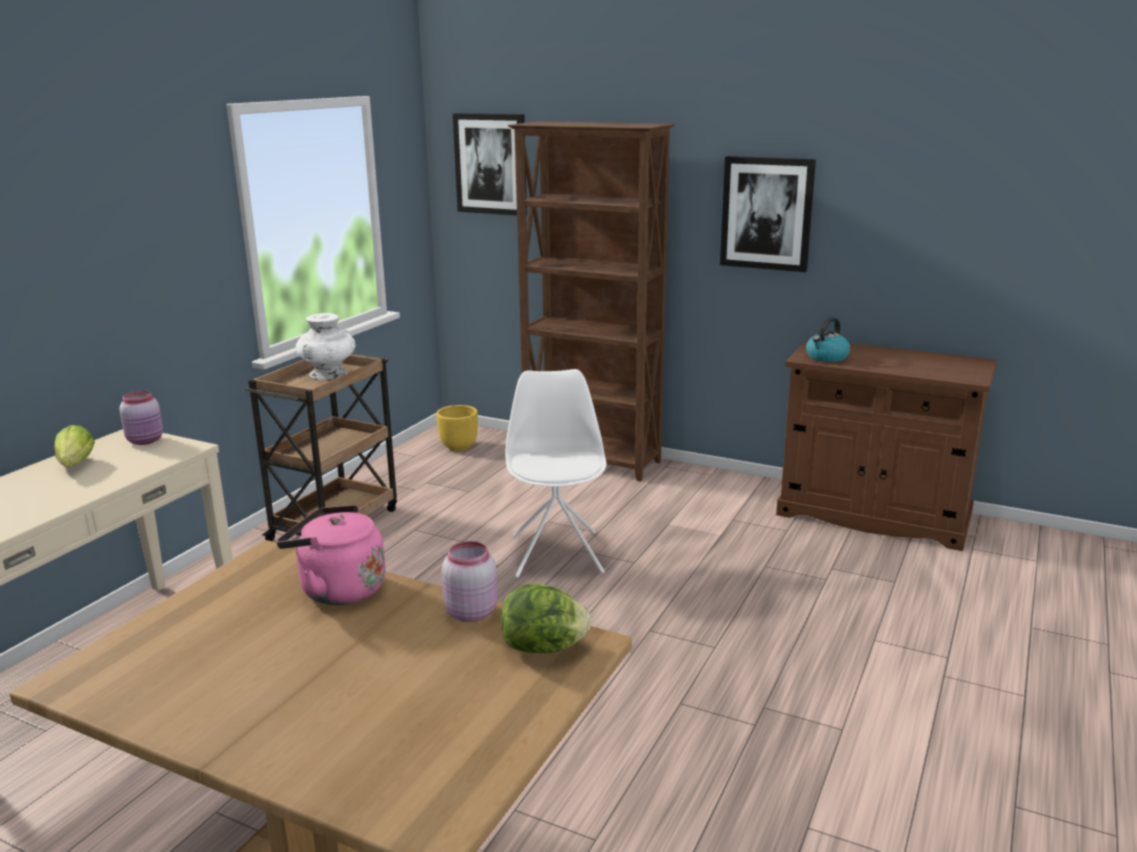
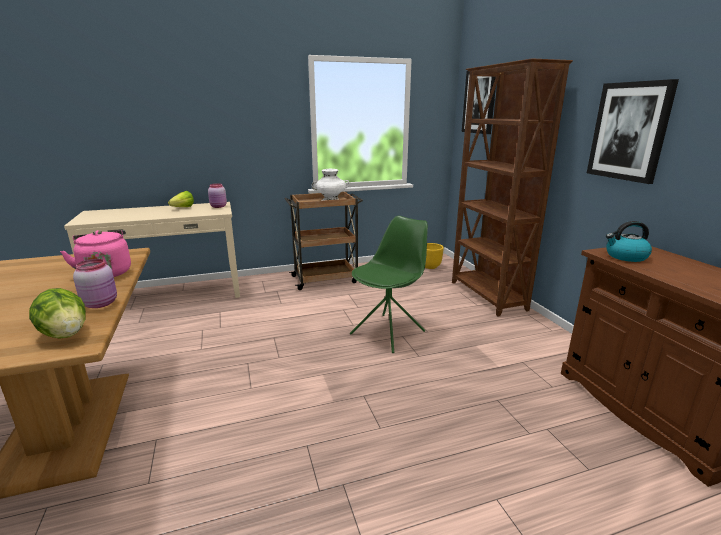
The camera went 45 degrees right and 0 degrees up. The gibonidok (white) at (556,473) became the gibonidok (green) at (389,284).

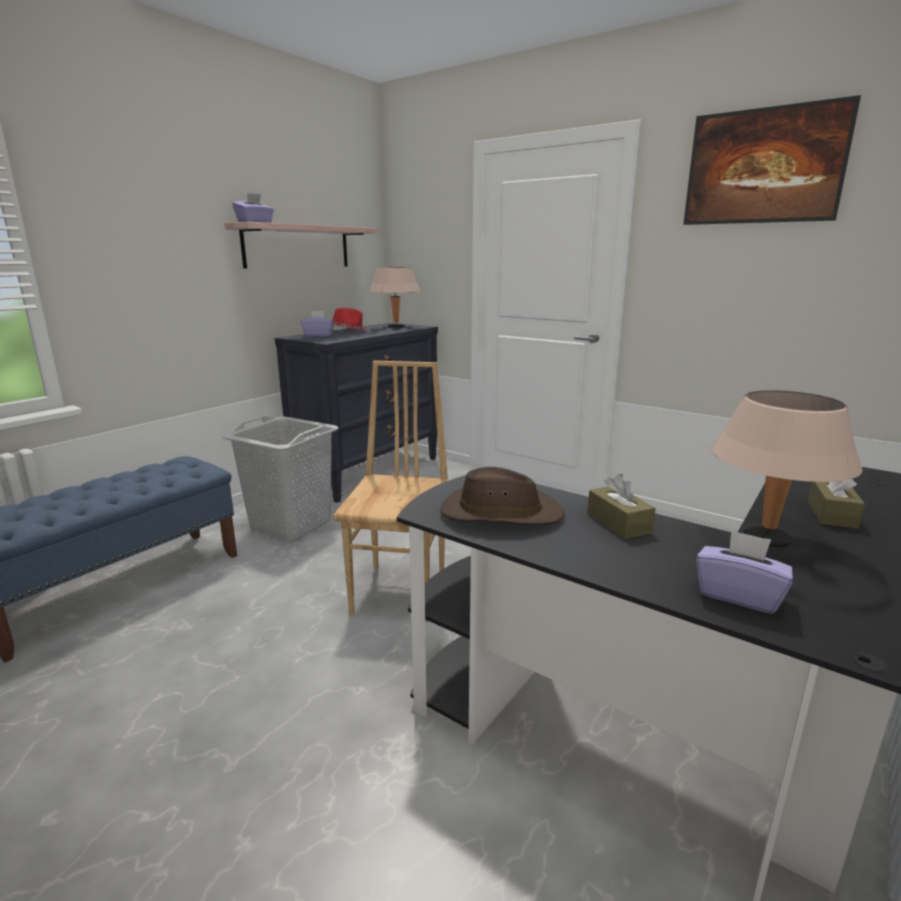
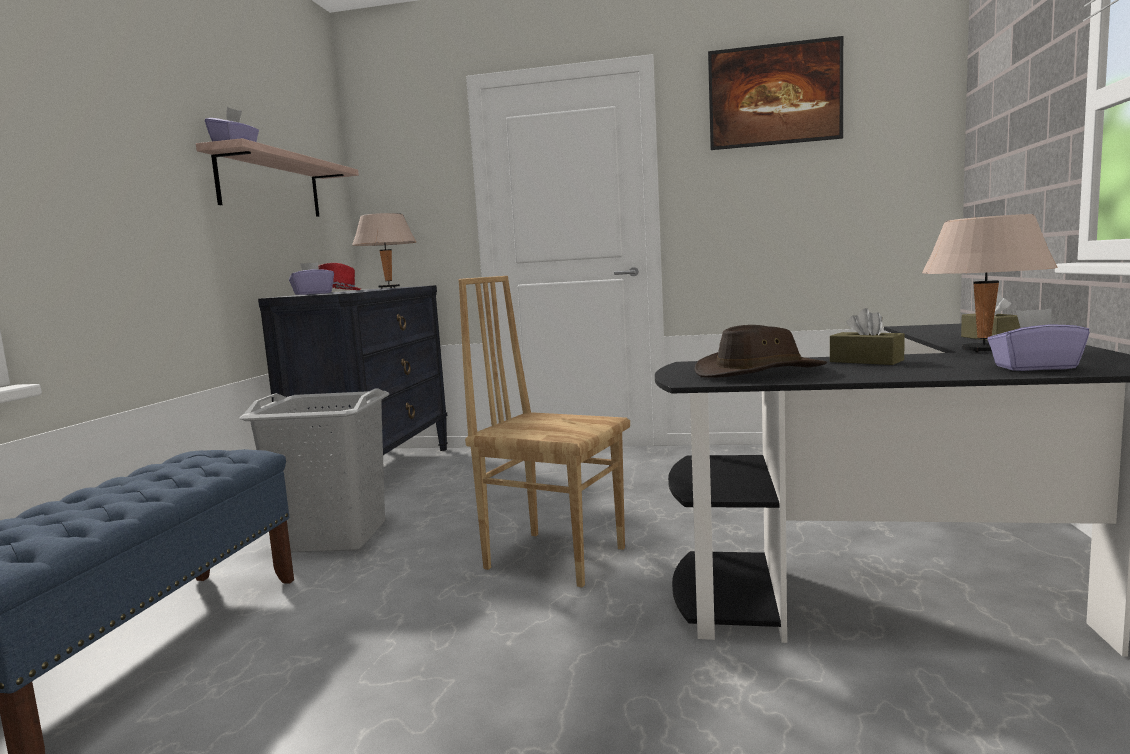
The camera went 25 degrees left and 10 degrees down. The gibonidok (brown) at (391,491) turned 45 degrees counterclockwise.

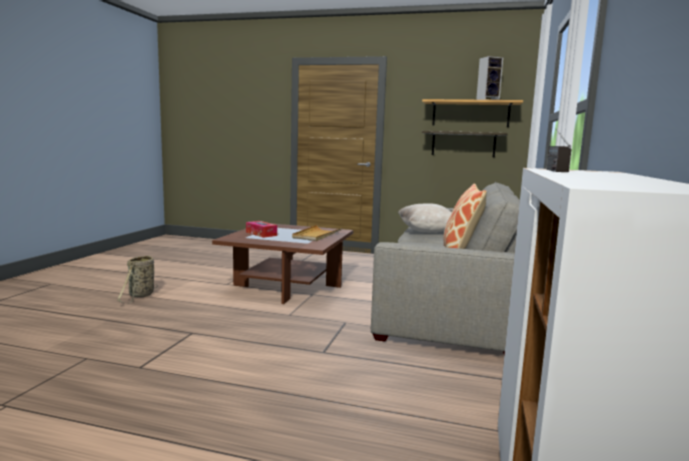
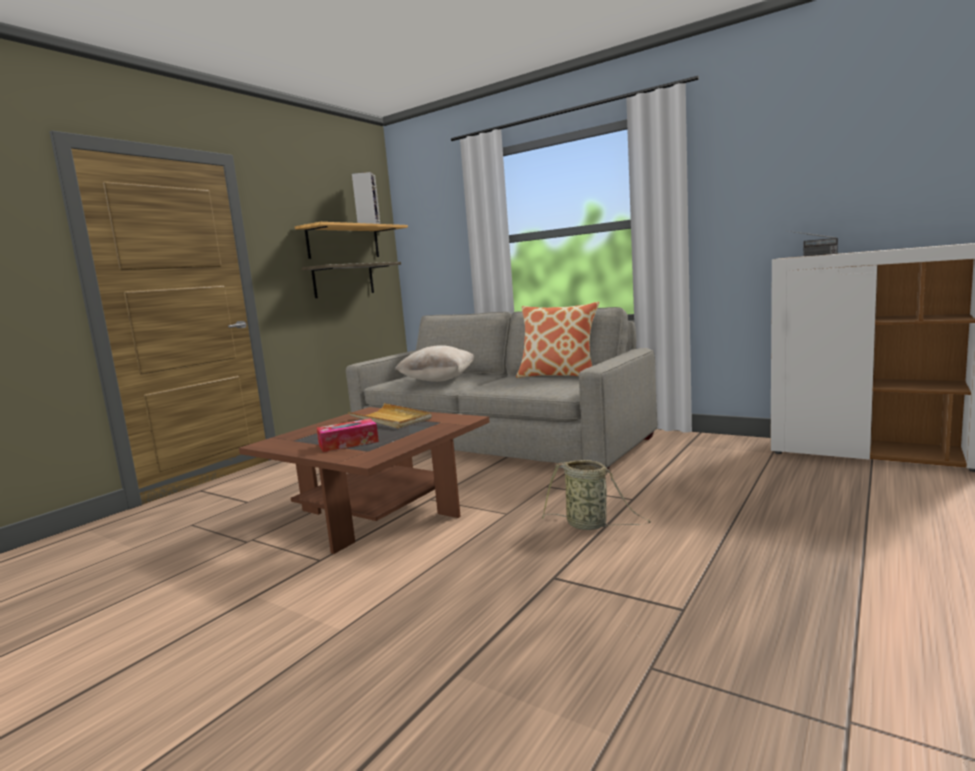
The camera went 70 degrees left and 0 degrees up. The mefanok moved from (137,279) to (596,495).

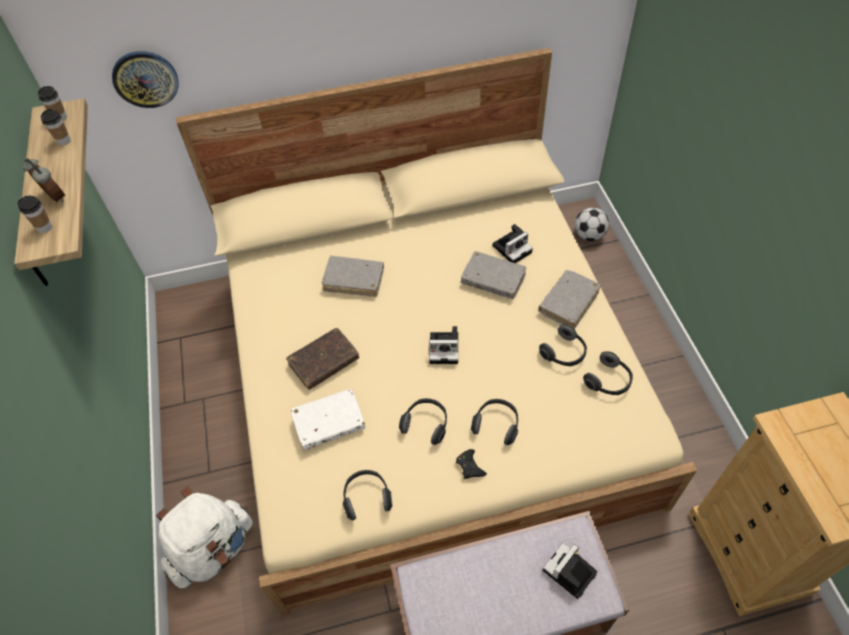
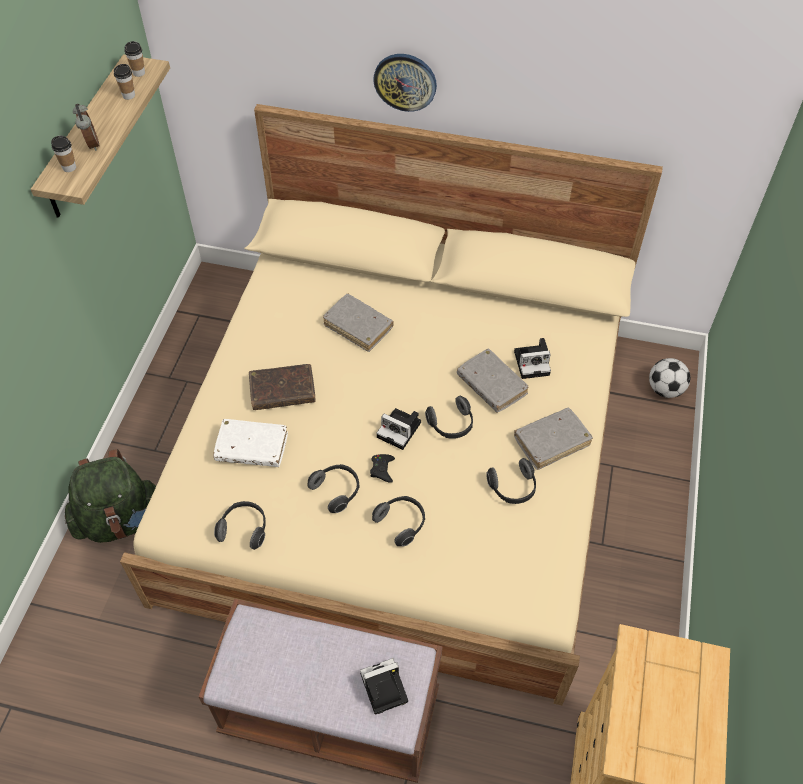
The camera went 25 degrees right and 0 degrees up. The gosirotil moved from (145,79) to (405,83). The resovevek moved from (608,373) to (449,417). The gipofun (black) moved from (471,464) to (382,468). The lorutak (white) at (204,537) became the lorutak (green) at (110,496).

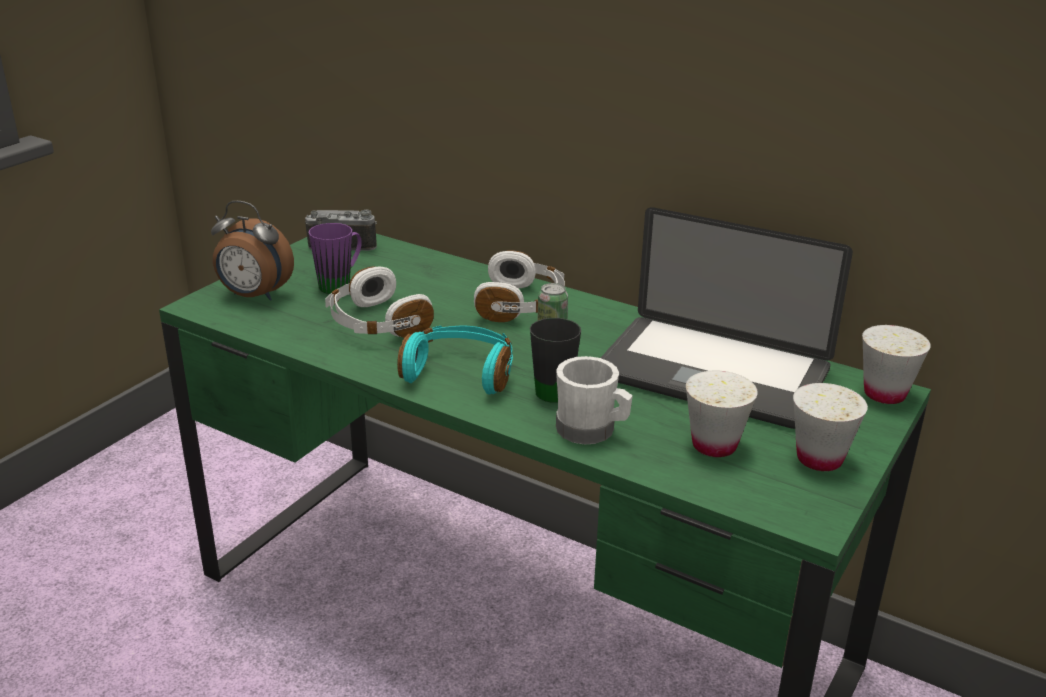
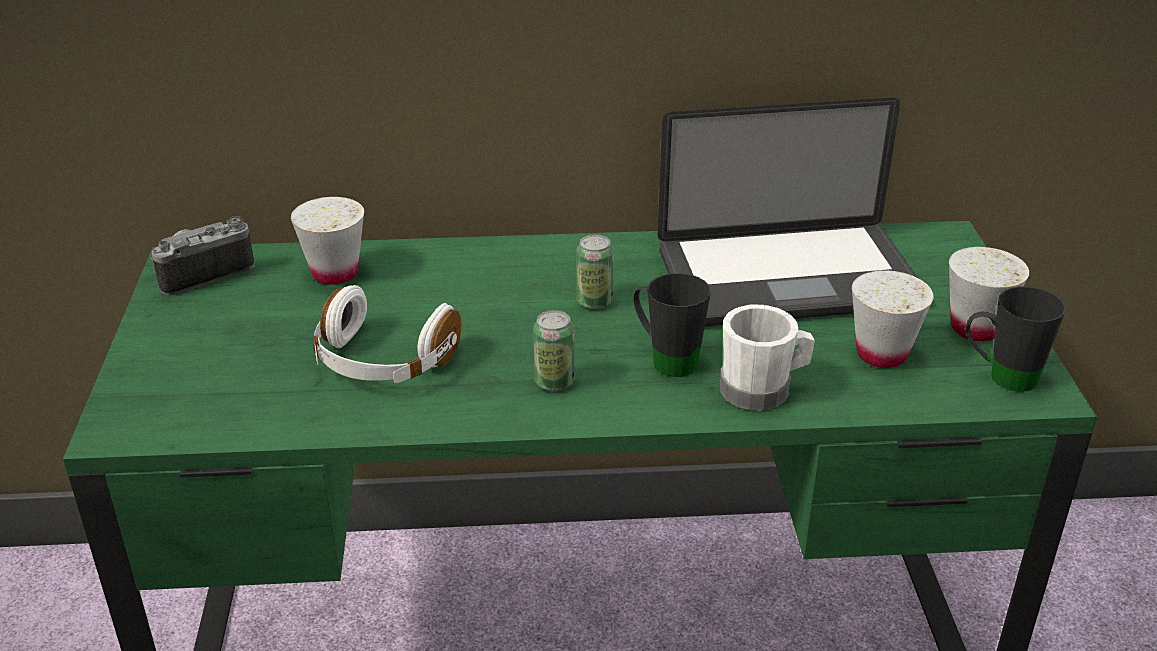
The camera went 35 degrees left and 5 degrees up. The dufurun at (252,251) disappeared. The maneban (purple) at (335,258) disappeared. The resovevek (white) at (519,286) disappeared. The resovevek (turquoise) at (455,360) was replaced by the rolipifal at (554,350). The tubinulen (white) moved from (896,364) to (327,241). The maneban (black) at (1016,339) appeared.

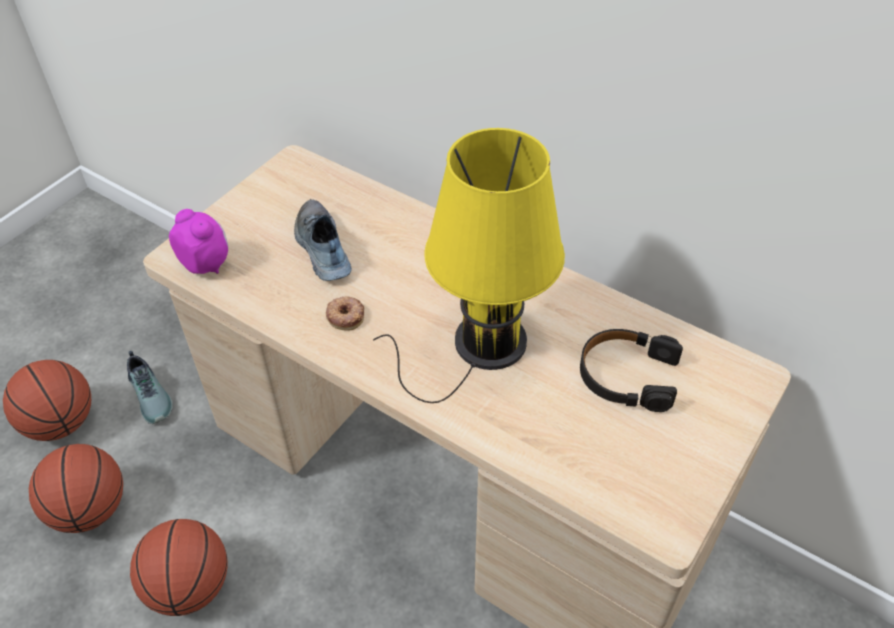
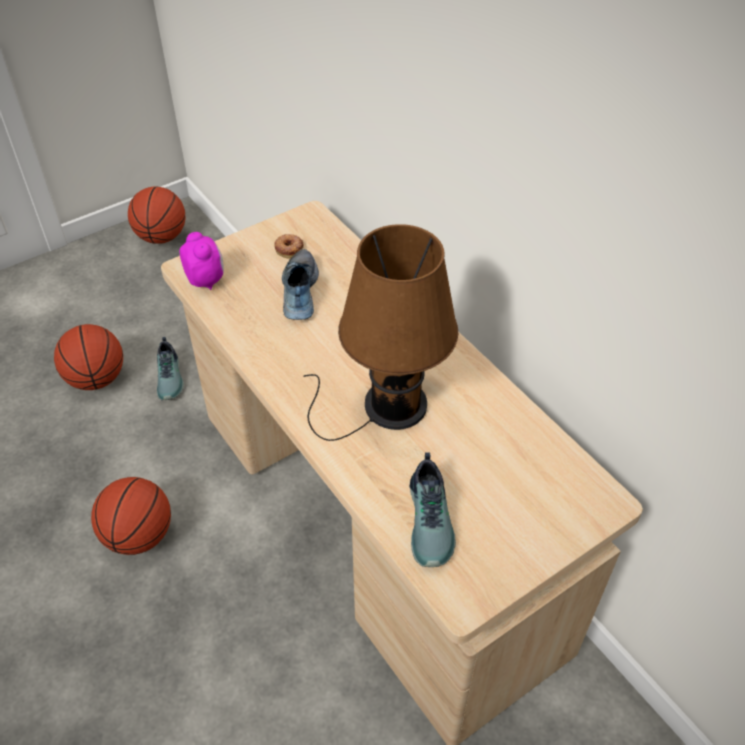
The camera went 20 degrees right and 0 degrees up. The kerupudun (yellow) at (469,265) became the kerupudun (brown) at (380,332). The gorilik moved from (345,313) to (289,246). The resovevek (black) at (631,370) disappeared. The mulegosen moved from (76,488) to (157,215). The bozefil at (432,509) appeared.

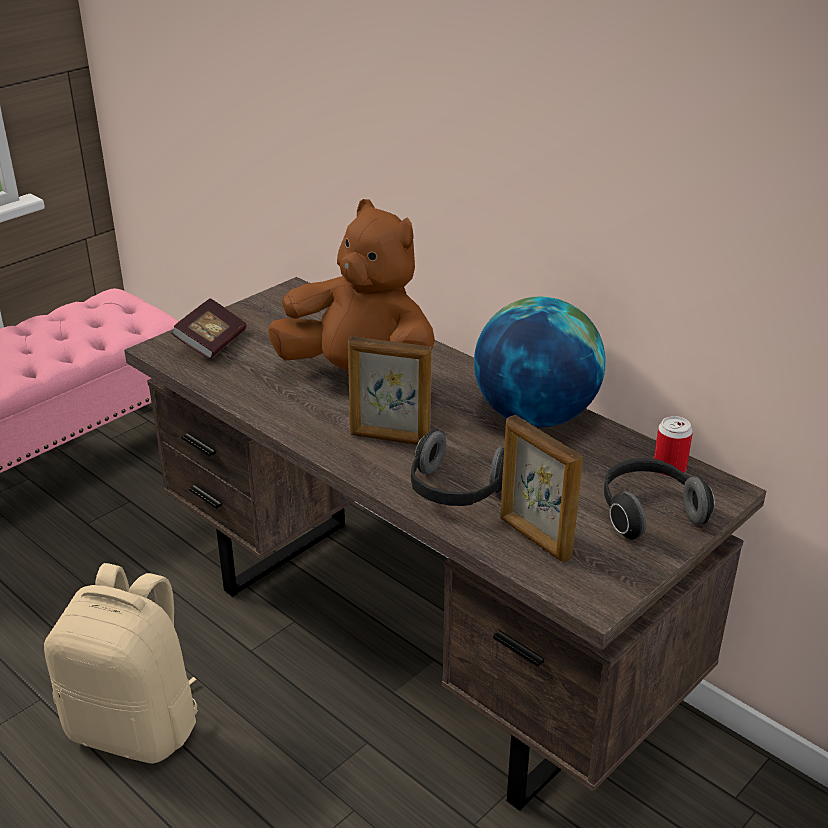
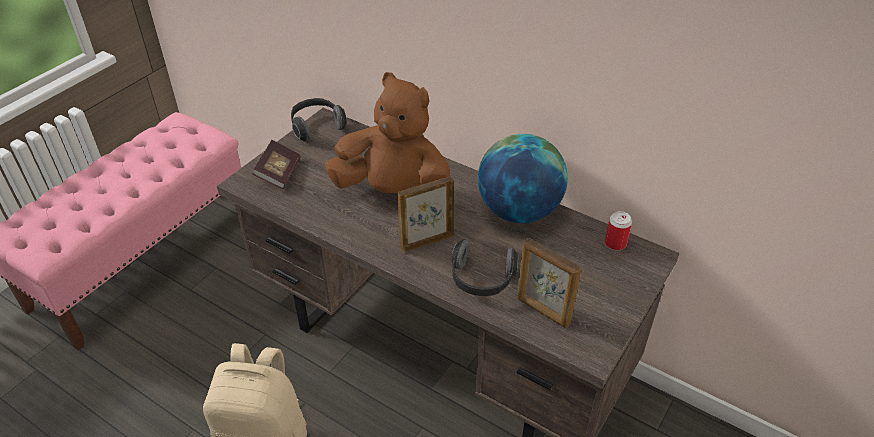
The camera went 10 degrees left and 10 degrees up. The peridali at (390,390) turned 150 degrees clockwise. The resovevek moved from (659,499) to (319,119).

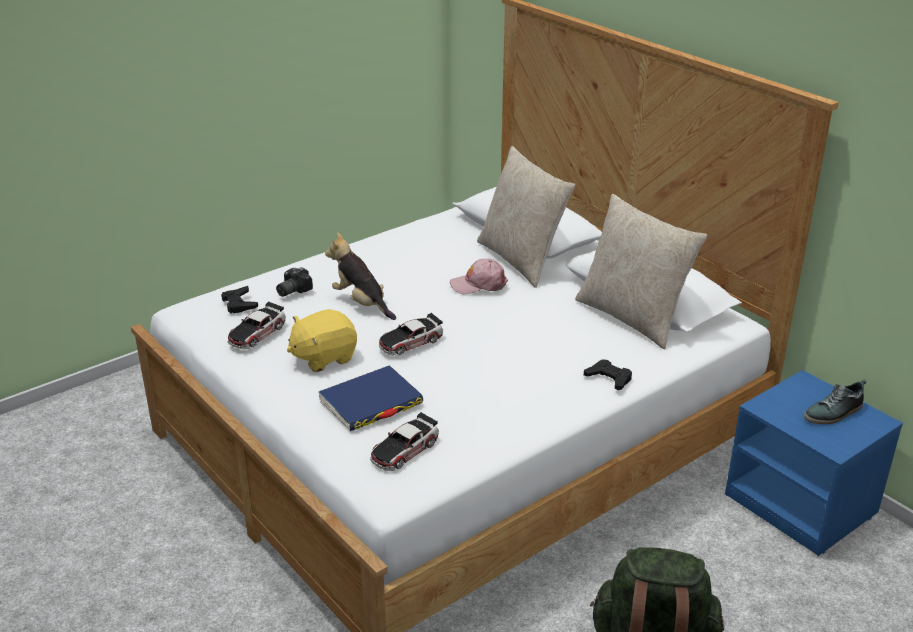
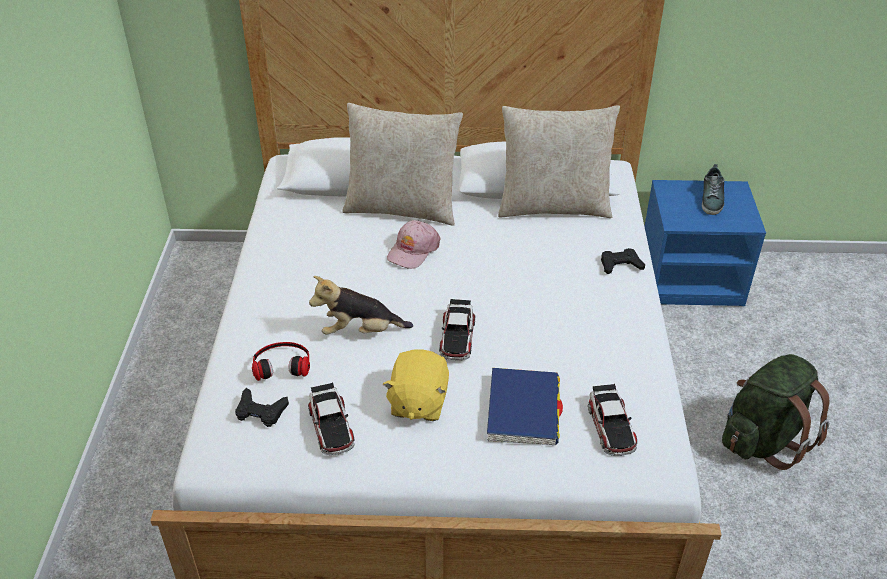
The camera went 50 degrees left and 10 degrees up. The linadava at (294,282) was replaced by the resovevek at (281,361).

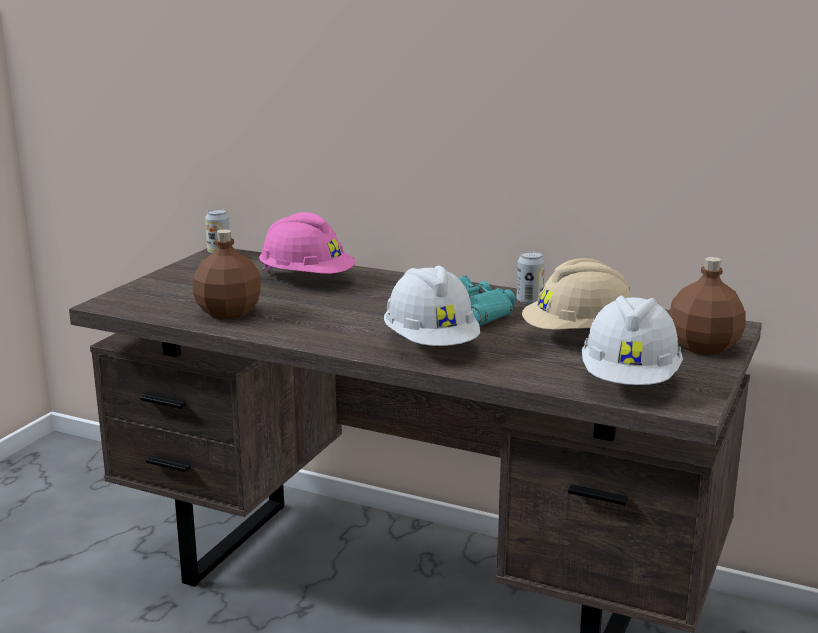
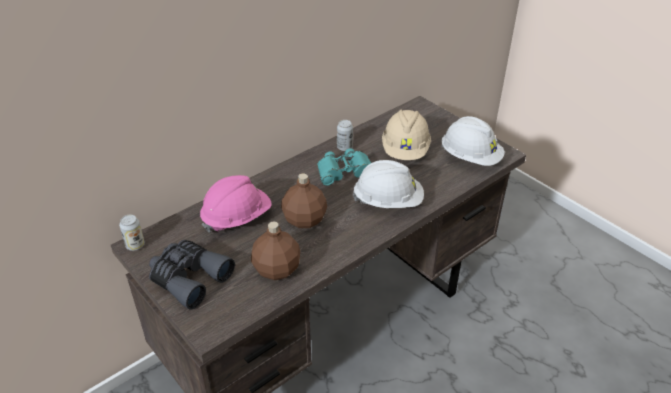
The camera went 65 degrees left and 20 degrees up. The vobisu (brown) moved from (707,306) to (304,200). The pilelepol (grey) at (192,275) appeared.

